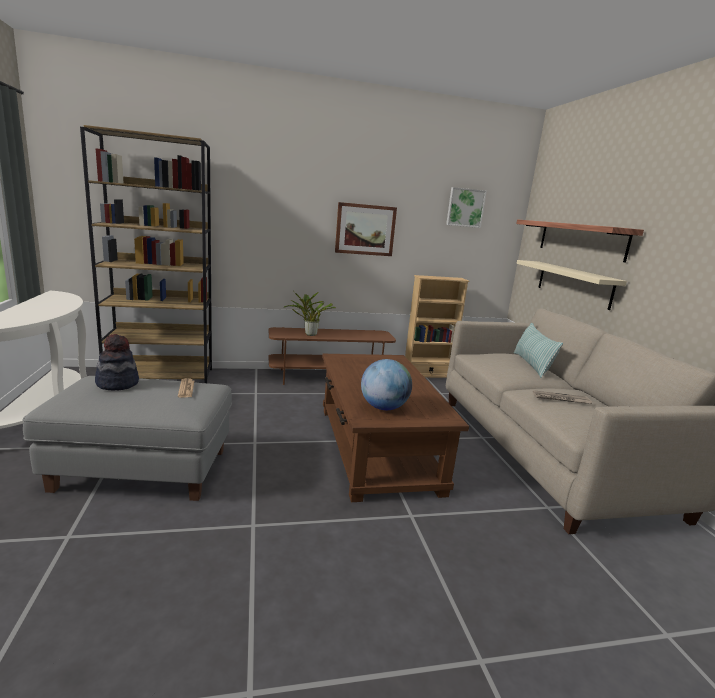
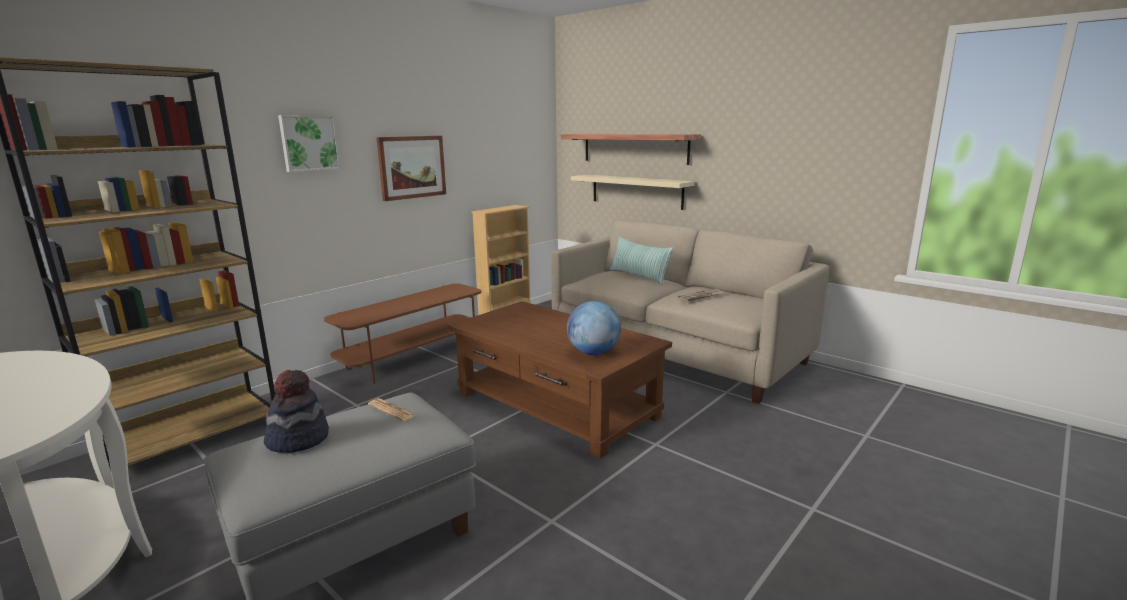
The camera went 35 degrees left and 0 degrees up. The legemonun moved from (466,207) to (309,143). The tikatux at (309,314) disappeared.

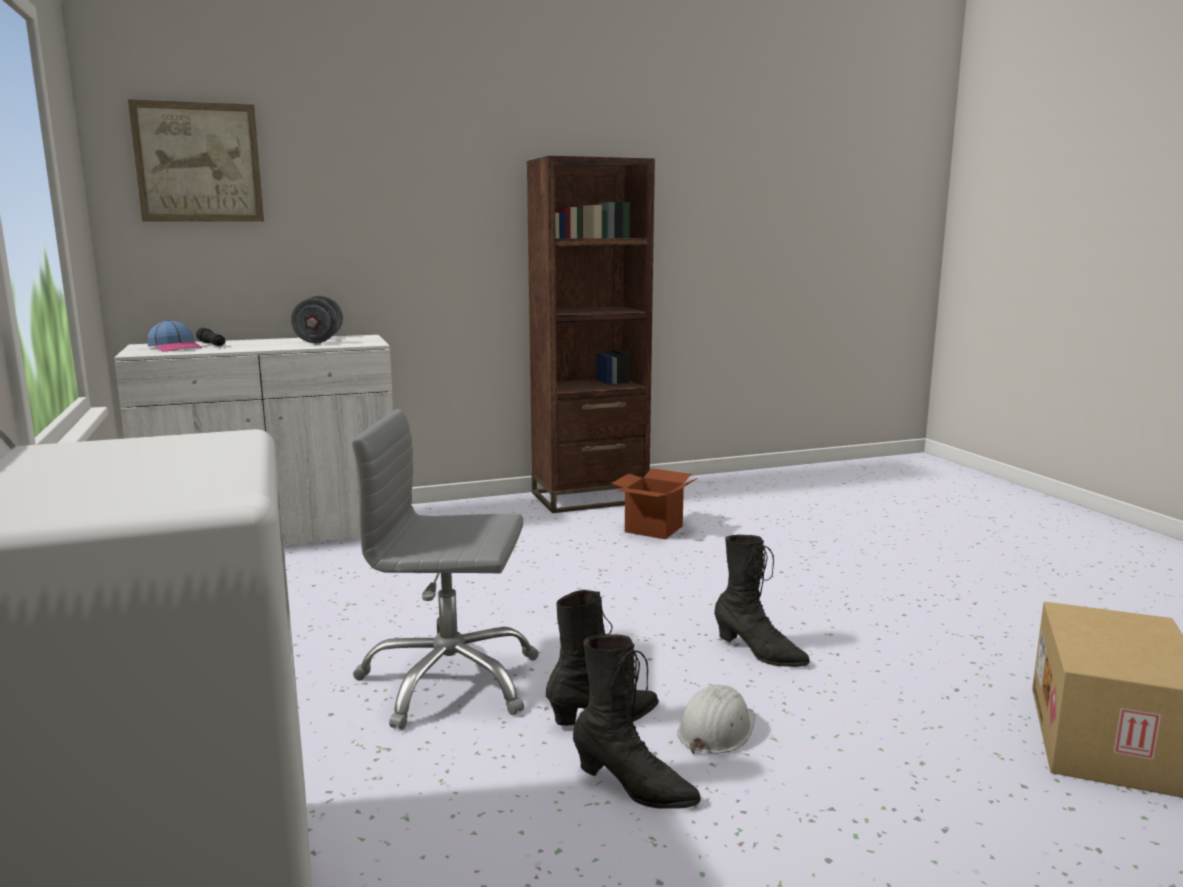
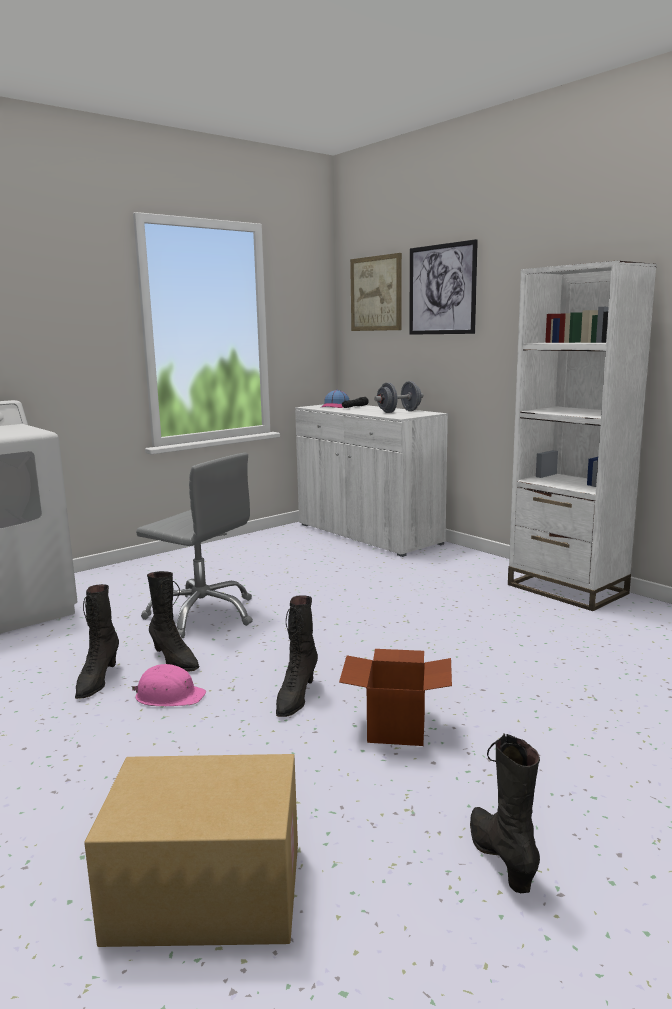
The camera went 70 degrees right and 0 degrees up. The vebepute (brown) at (591,334) became the vebepute (white) at (582,436). The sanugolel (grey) at (445,569) turned 135 degrees clockwise. The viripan moved from (654,503) to (395,697). The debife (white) at (716,719) became the debife (pink) at (169,685). The legemonun at (443,287) appeared. The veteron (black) at (505,813) appeared.

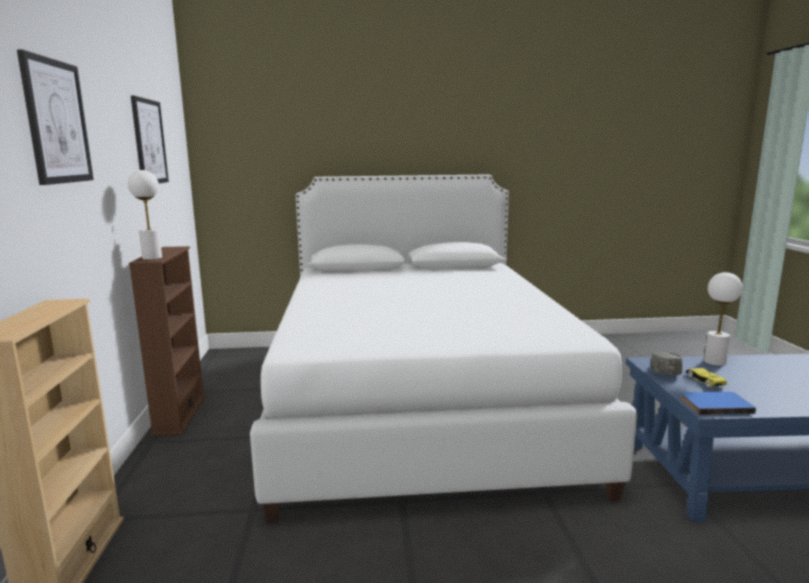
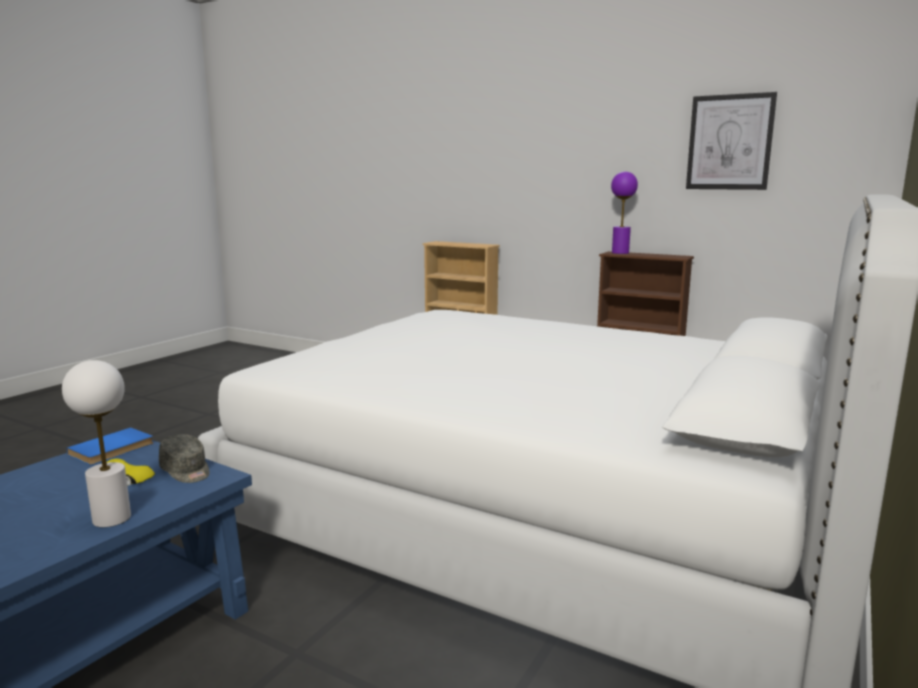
The camera went 125 degrees right and 0 degrees up. The legemonun at (55,117) disappeared. The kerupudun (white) at (145,215) became the kerupudun (purple) at (624,213).

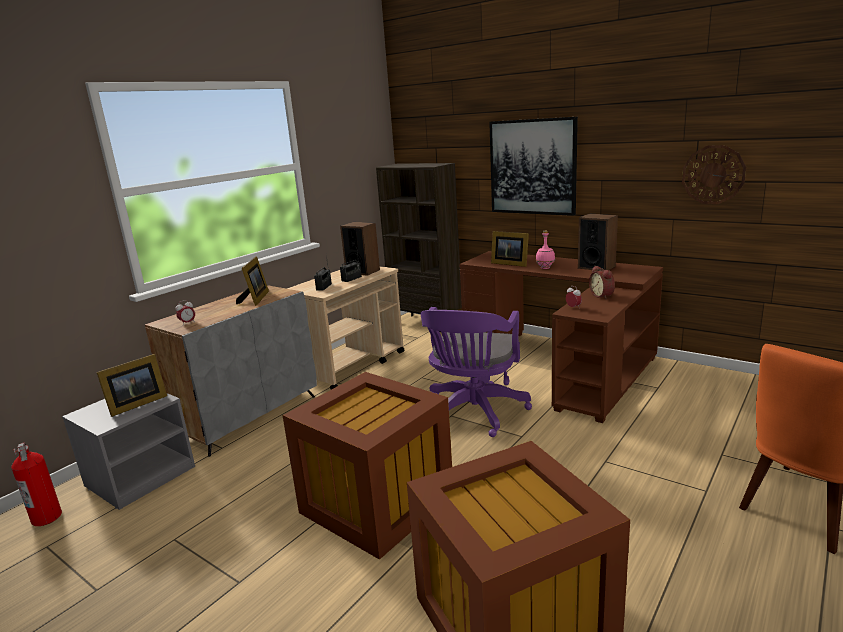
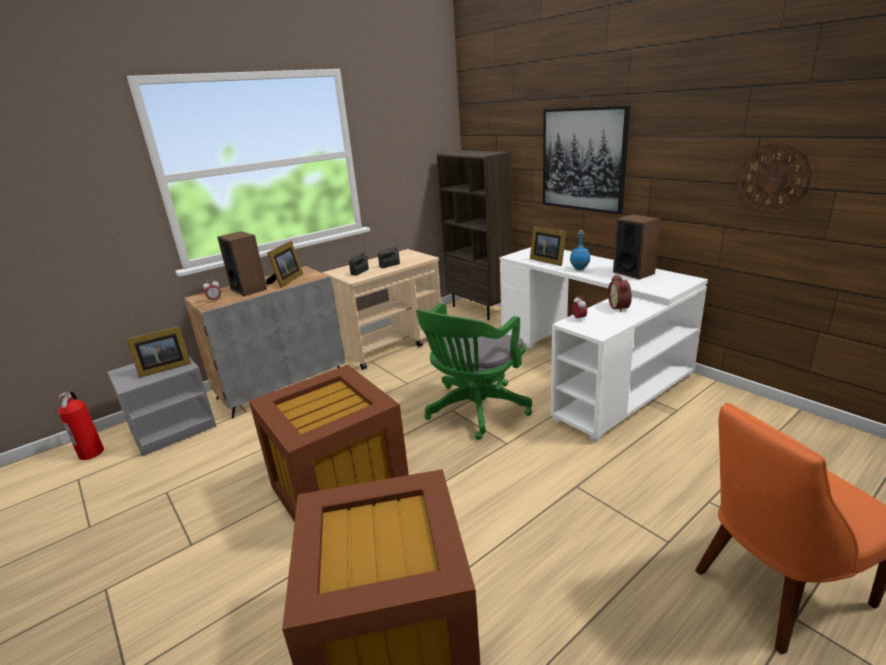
The camera went 15 degrees right and 5 degrees up. The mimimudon moved from (360,249) to (242,263). The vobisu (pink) at (545,250) became the vobisu (blue) at (580,250). The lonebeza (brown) at (561,337) became the lonebeza (white) at (604,344). The sanugolel (purple) at (476,372) became the sanugolel (green) at (474,371).

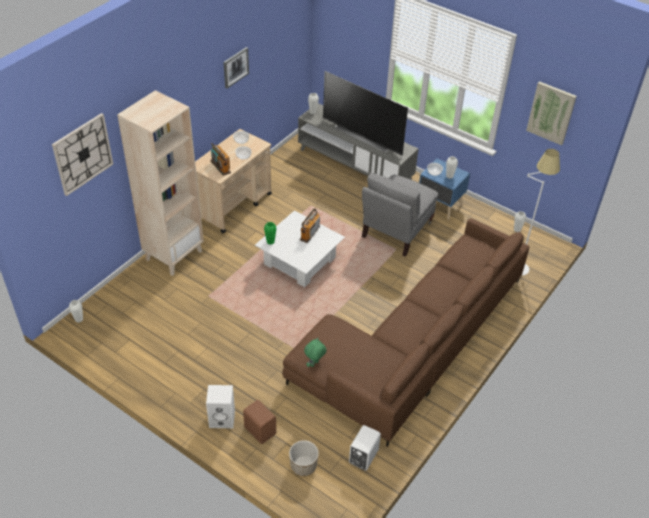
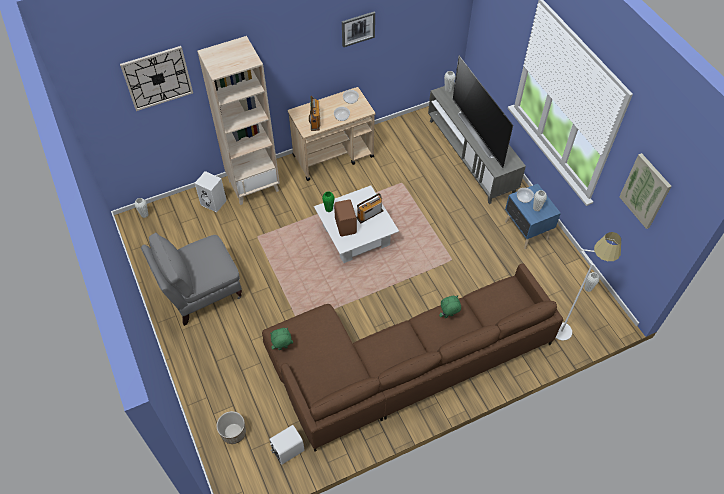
The camera went 30 degrees right and 10 degrees up. The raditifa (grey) moved from (400,214) to (191,279). The mimimudon (white) moved from (220,406) to (211,191). The mimimudon (brown) moved from (259,422) to (345,217). The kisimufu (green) at (450,306) appeared.

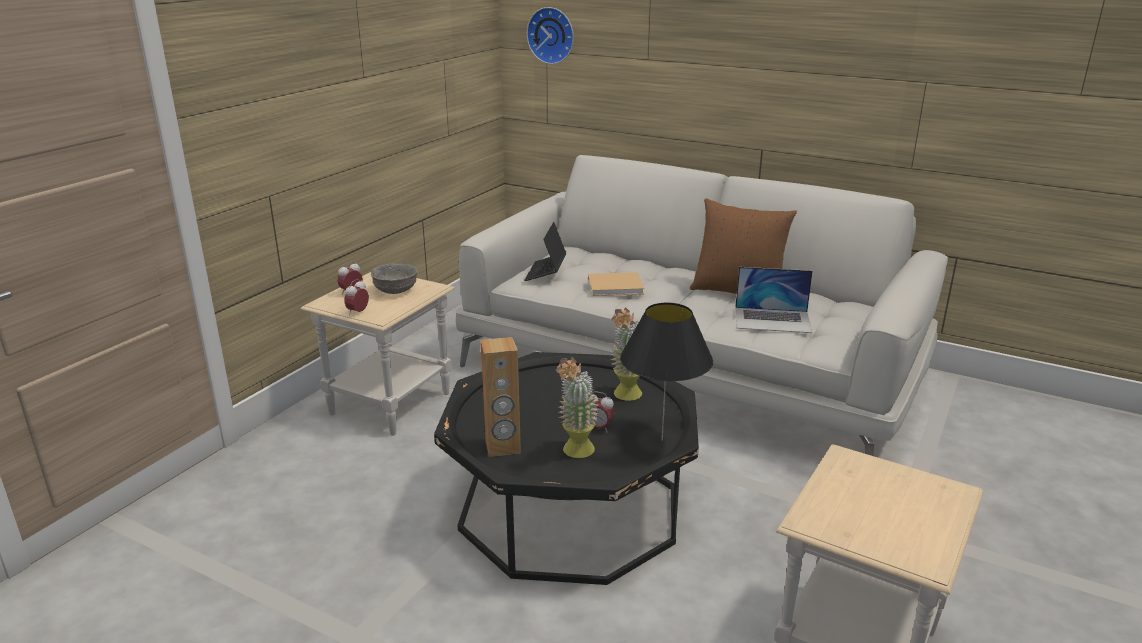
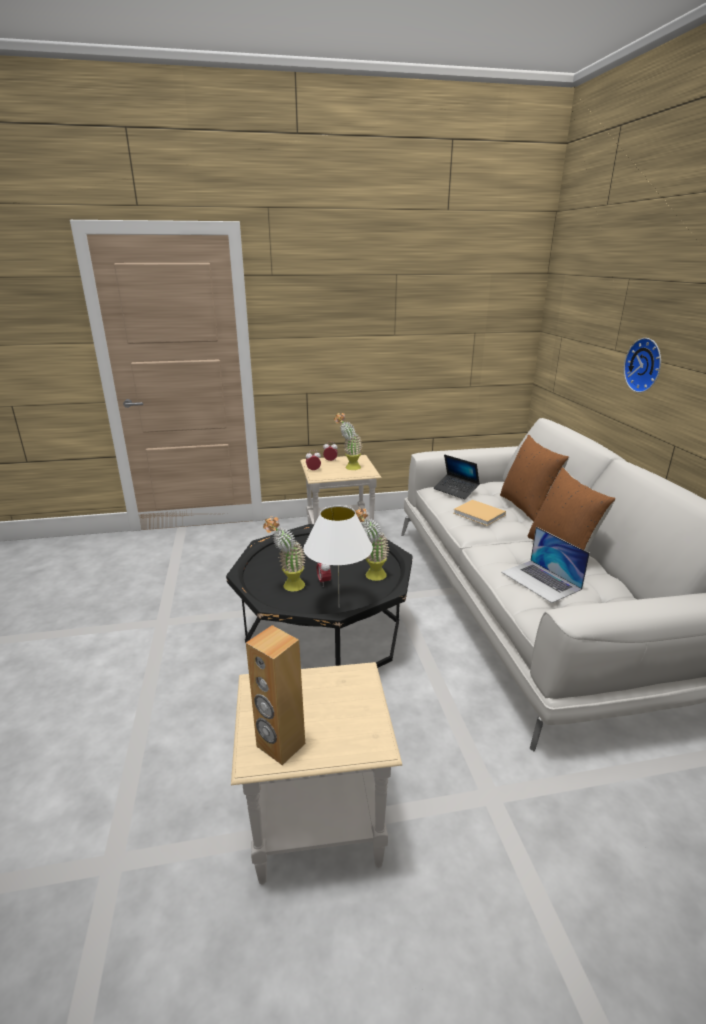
The camera went 50 degrees right and 0 degrees up. The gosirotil moved from (550,35) to (642,365). The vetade at (545,251) turned 105 degrees counterclockwise. The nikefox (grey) at (394,279) was replaced by the tikatux at (348,441). The kerupudun (black) at (666,372) became the kerupudun (white) at (338,554). The mimimudon (brown) moved from (500,397) to (275,695). The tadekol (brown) at (534,478) appeared.

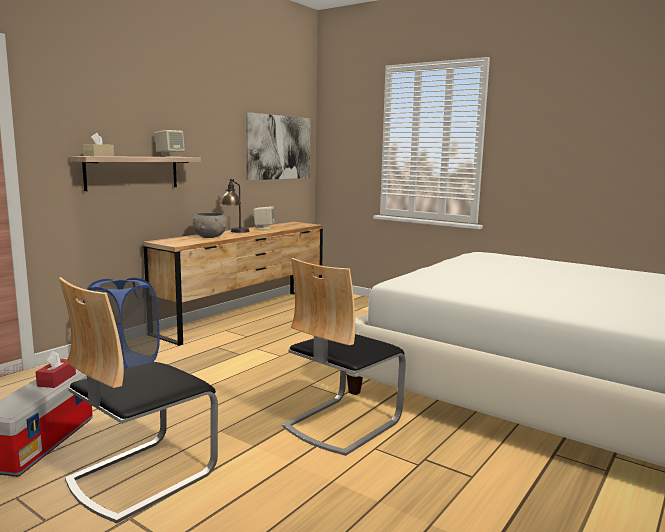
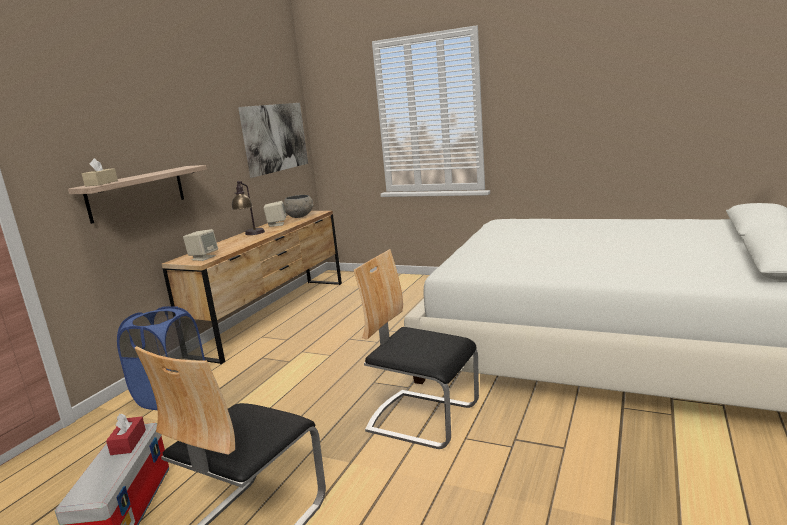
The camera went 10 degrees left and 5 degrees up. The mimimudon (beige) moved from (169,143) to (200,245). The nikefox (grey) moved from (210,225) to (298,206). The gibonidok at (344,357) turned 90 degrees clockwise.

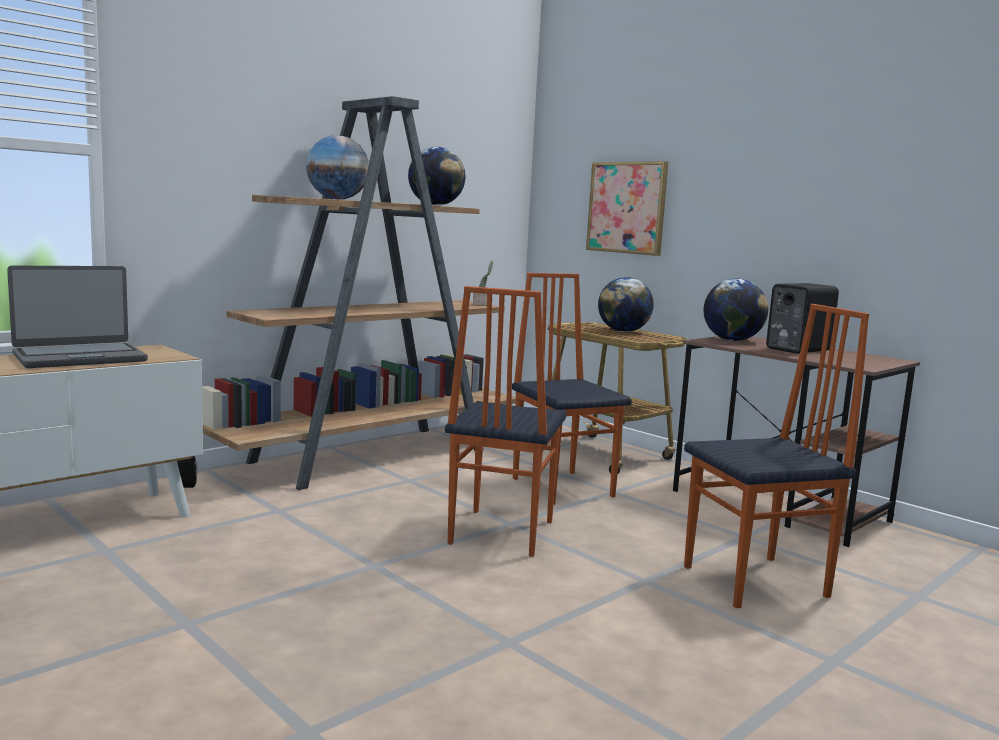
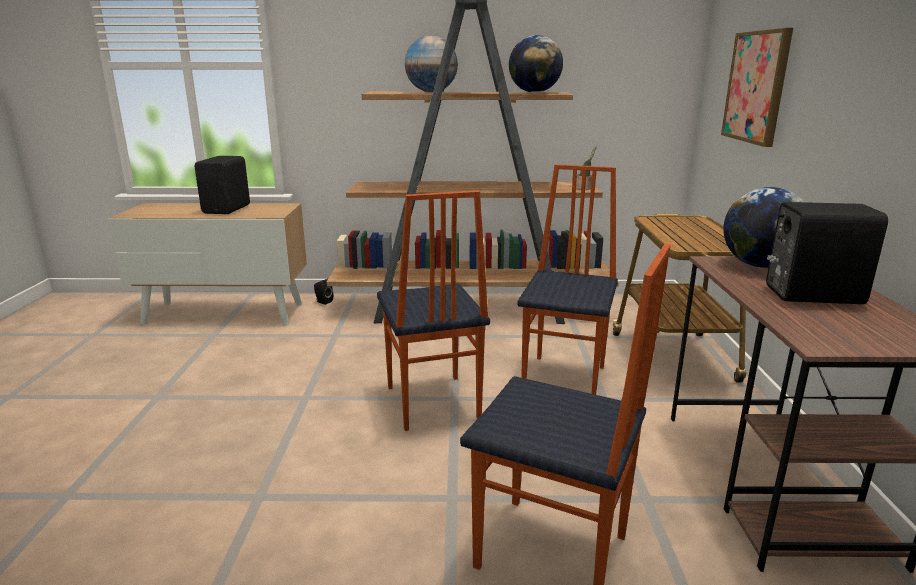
The camera went 45 degrees right and 10 degrees up. The vetade at (77,317) was replaced by the mimimudon (black) at (222,185). The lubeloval at (626,304) disappeared. The gibonidok at (506,421) turned 75 degrees counterclockwise.

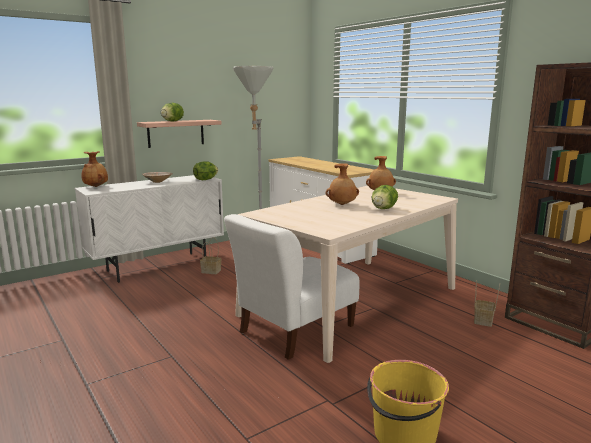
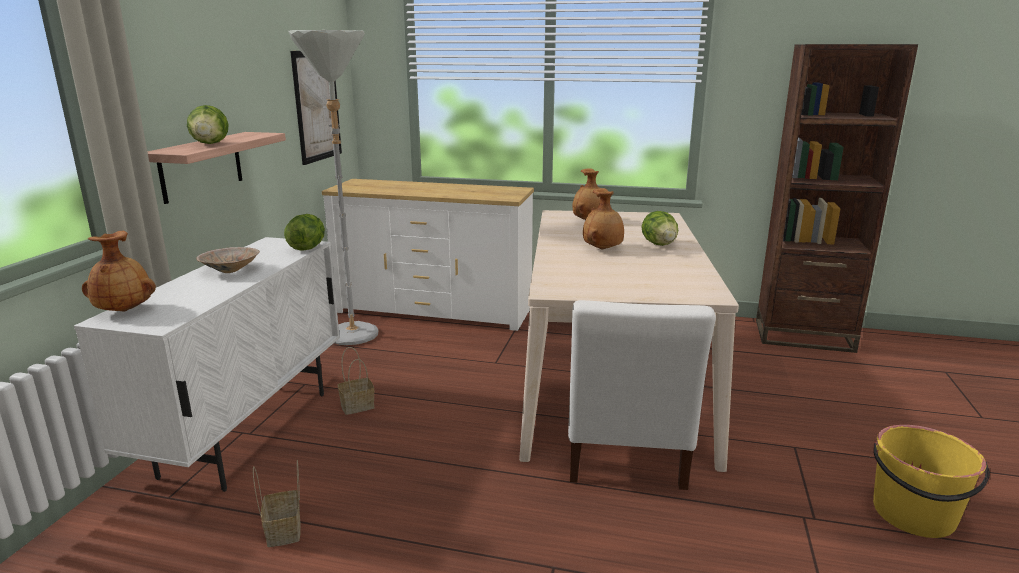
The camera went 40 degrees left and 5 degrees up. The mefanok moved from (487,303) to (277,503). The legemonun at (316,108) appeared.

